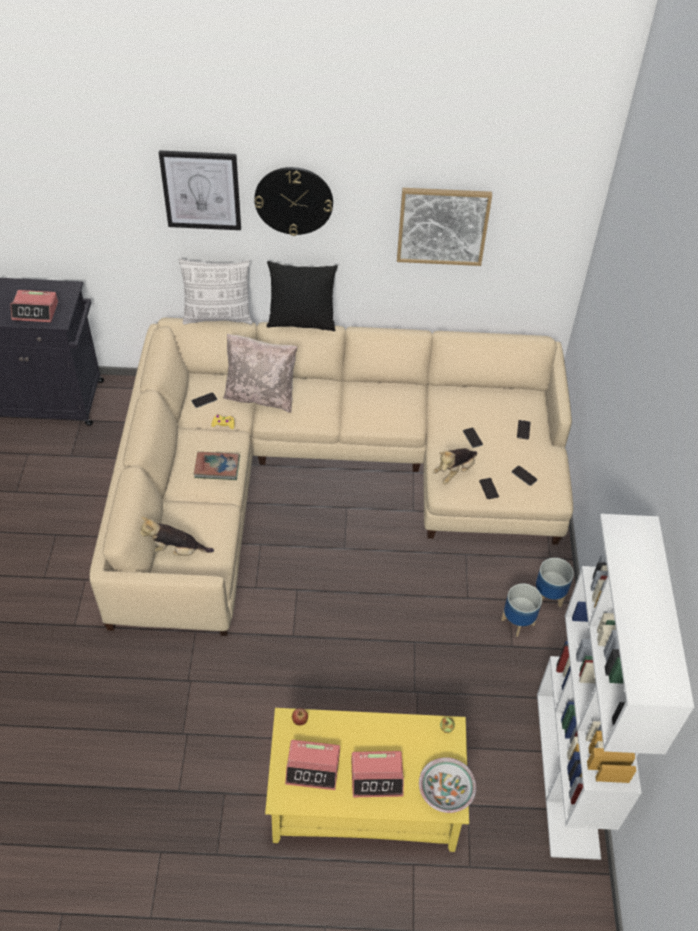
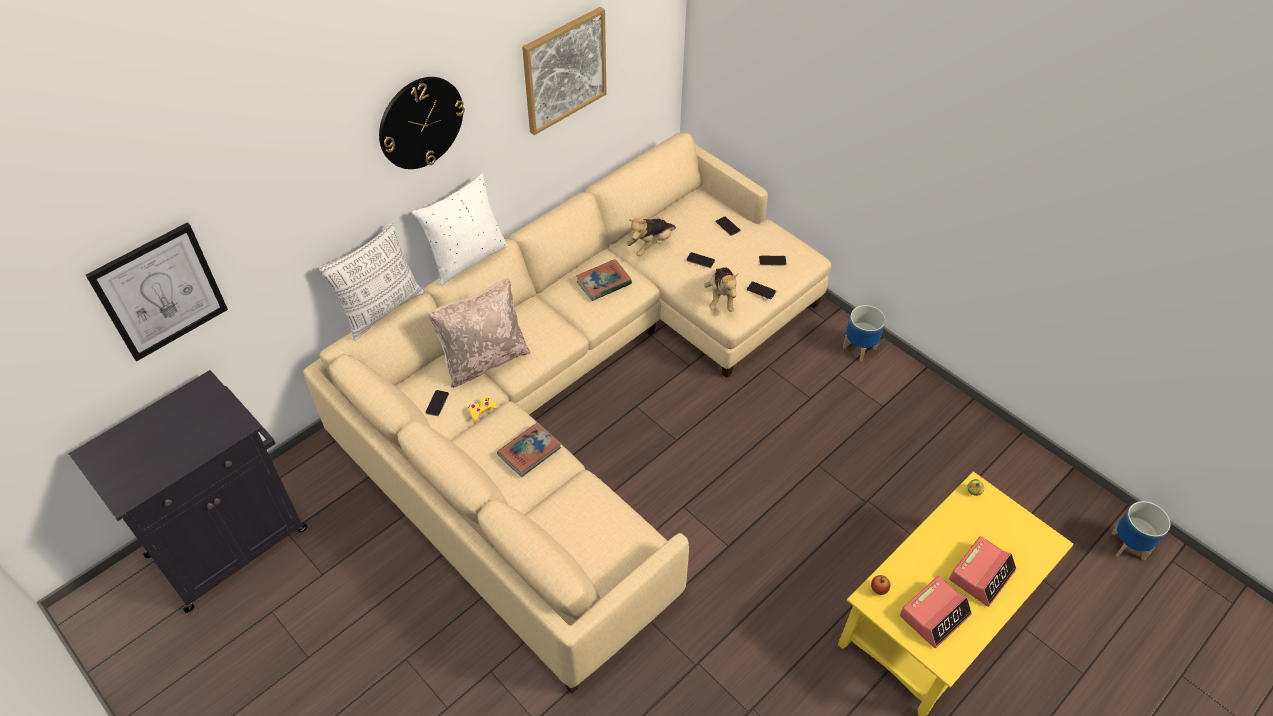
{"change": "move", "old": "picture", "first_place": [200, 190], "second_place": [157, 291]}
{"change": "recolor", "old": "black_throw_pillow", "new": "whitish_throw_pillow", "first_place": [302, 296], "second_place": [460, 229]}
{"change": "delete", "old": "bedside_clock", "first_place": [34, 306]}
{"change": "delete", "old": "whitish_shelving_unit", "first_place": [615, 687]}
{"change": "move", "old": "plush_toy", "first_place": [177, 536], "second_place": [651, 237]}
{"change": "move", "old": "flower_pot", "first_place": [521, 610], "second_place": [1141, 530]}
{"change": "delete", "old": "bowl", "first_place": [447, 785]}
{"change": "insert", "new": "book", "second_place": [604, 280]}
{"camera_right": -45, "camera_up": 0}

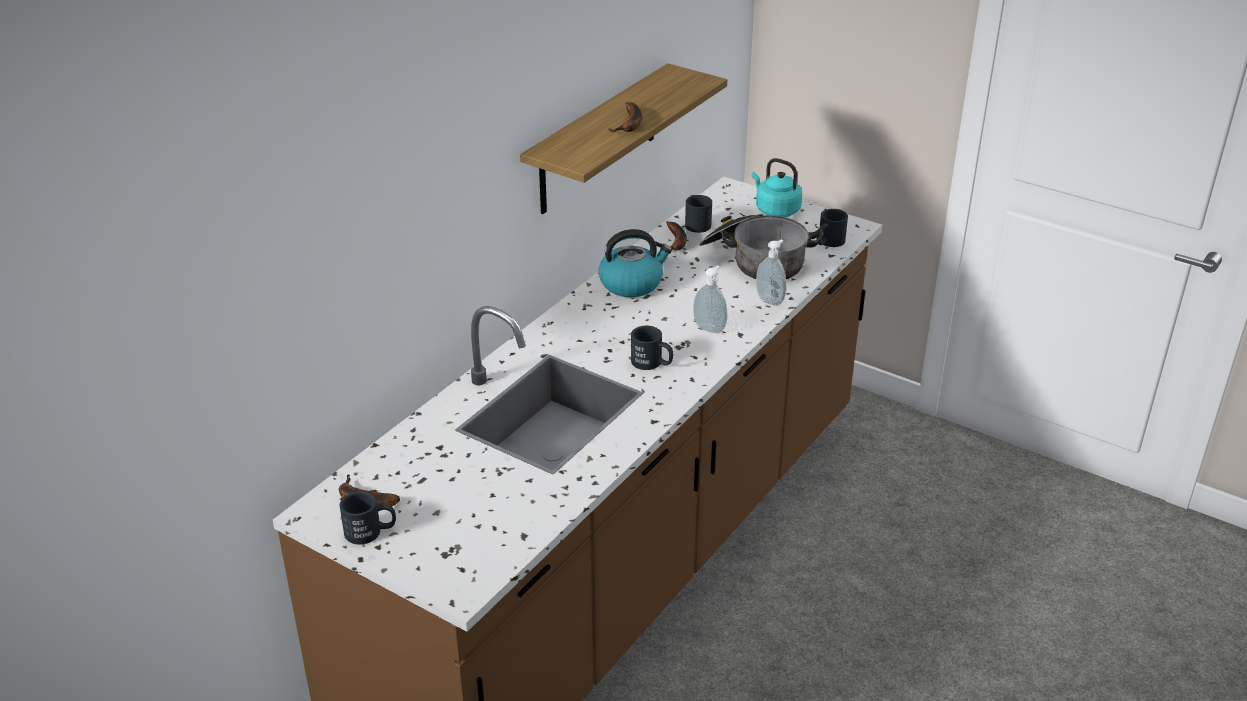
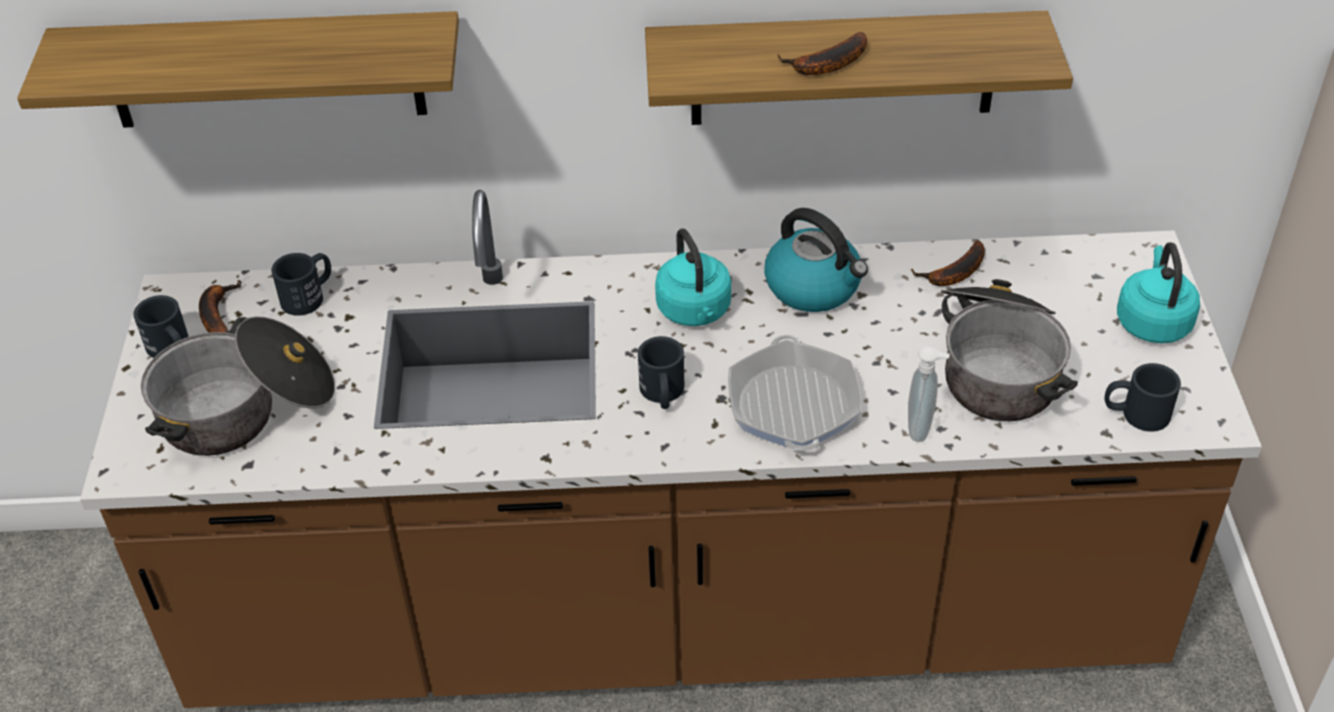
{"change": "move", "old": "black_tea_mug", "first_place": [698, 214], "second_place": [301, 284]}
{"change": "replace", "old": "soap_bottle", "new": "pan", "first_place": [710, 299], "second_place": [795, 393]}
{"change": "insert", "new": "shelf", "second_place": [238, 69]}
{"change": "insert", "new": "turquoise_tea_kettle", "second_place": [693, 277]}
{"change": "insert", "new": "saucepot", "second_place": [238, 386]}
{"camera_right": 55, "camera_up": 10}

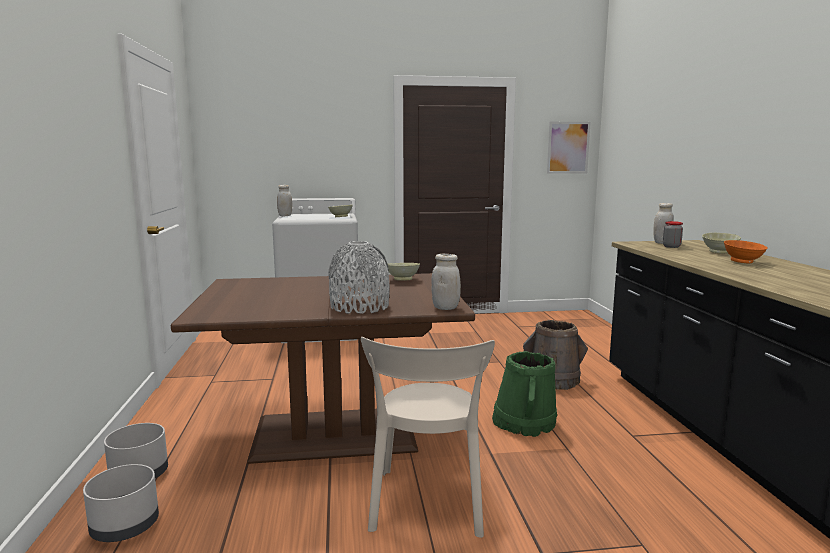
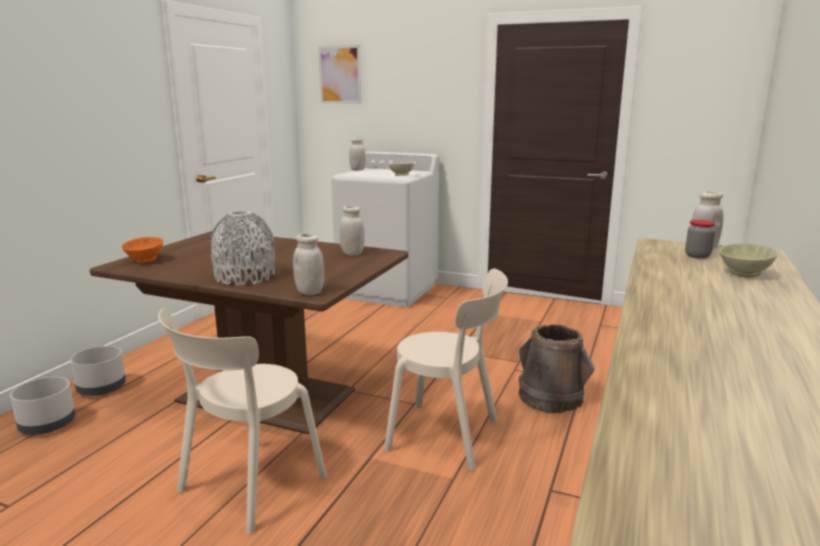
{"change": "move", "old": "picture", "first_place": [569, 148], "second_place": [339, 74]}
{"change": "move", "old": "orange-coloured_bowl", "first_place": [746, 251], "second_place": [142, 250]}
{"change": "replace", "old": "sand-coloured_bowl", "new": "whitish_jar", "first_place": [404, 272], "second_place": [352, 231]}
{"change": "replace", "old": "greenish_water_bucket", "new": "sand-coloured_chair", "first_place": [524, 394], "second_place": [446, 369]}
{"camera_right": 30, "camera_up": 5}

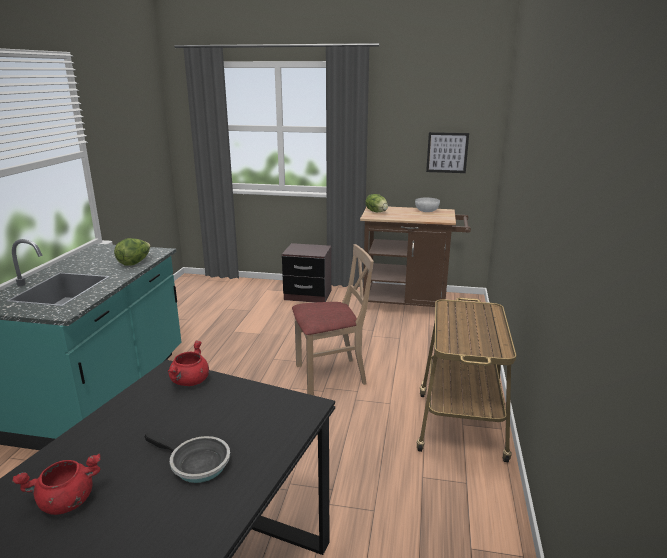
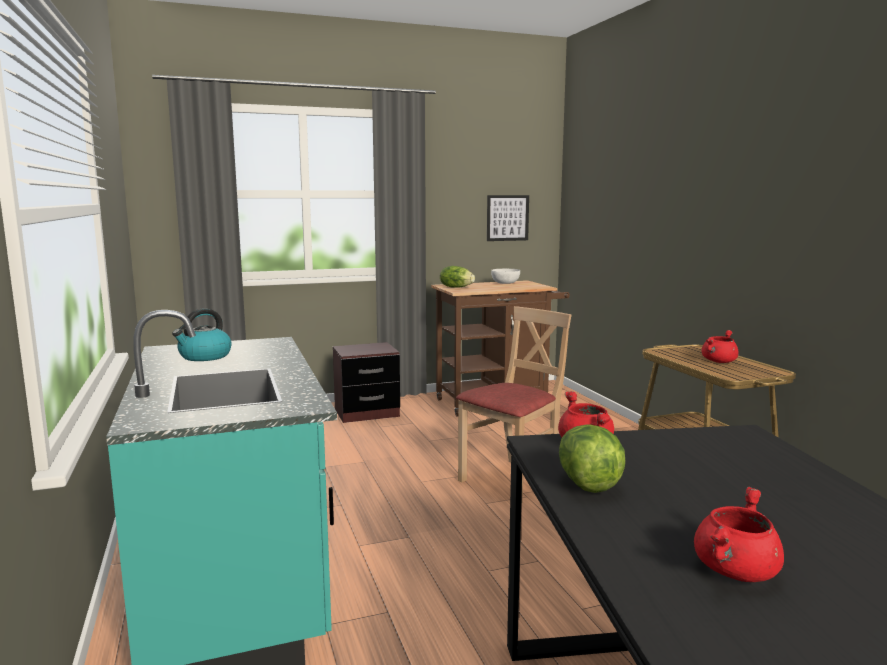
{"change": "move", "old": "lettuce", "first_place": [132, 252], "second_place": [592, 458]}
{"change": "delete", "old": "pan", "first_place": [187, 457]}
{"change": "insert", "new": "tea_kettle", "second_place": [202, 334]}
{"change": "insert", "new": "red_saucepot", "second_place": [720, 346]}
{"camera_right": -30, "camera_up": -10}

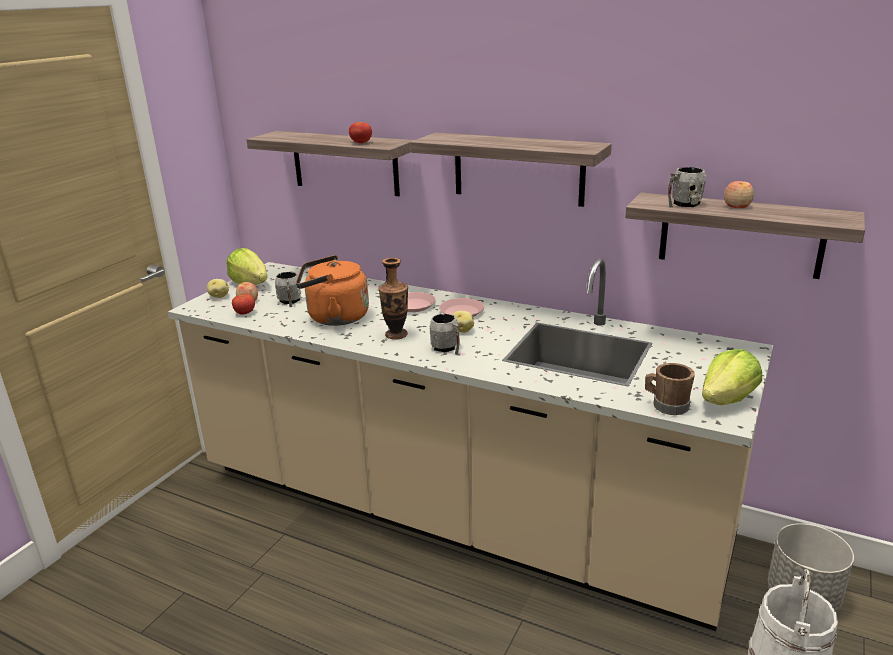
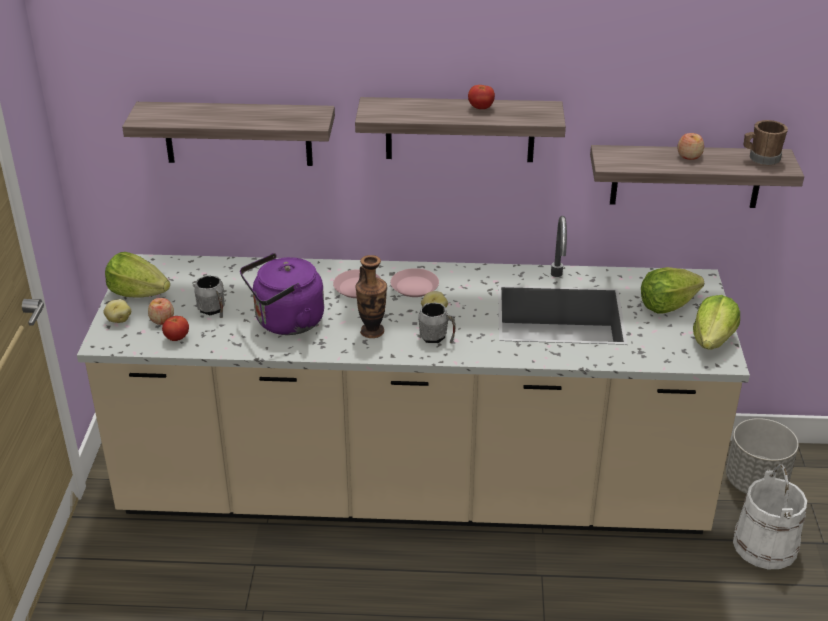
{"change": "move", "old": "tomato", "first_place": [360, 132], "second_place": [481, 97]}
{"change": "delete", "old": "gray_tea_mug", "first_place": [687, 187]}
{"change": "recolor", "old": "orange-coloured_tea_kettle", "new": "purplish_tea_kettle", "first_place": [332, 290], "second_place": [282, 294]}
{"change": "move", "old": "brown-coloured_tea_mug", "first_place": [670, 389], "second_place": [766, 142]}
{"change": "insert", "new": "lettuce", "second_place": [672, 290]}
{"camera_right": -25, "camera_up": 10}

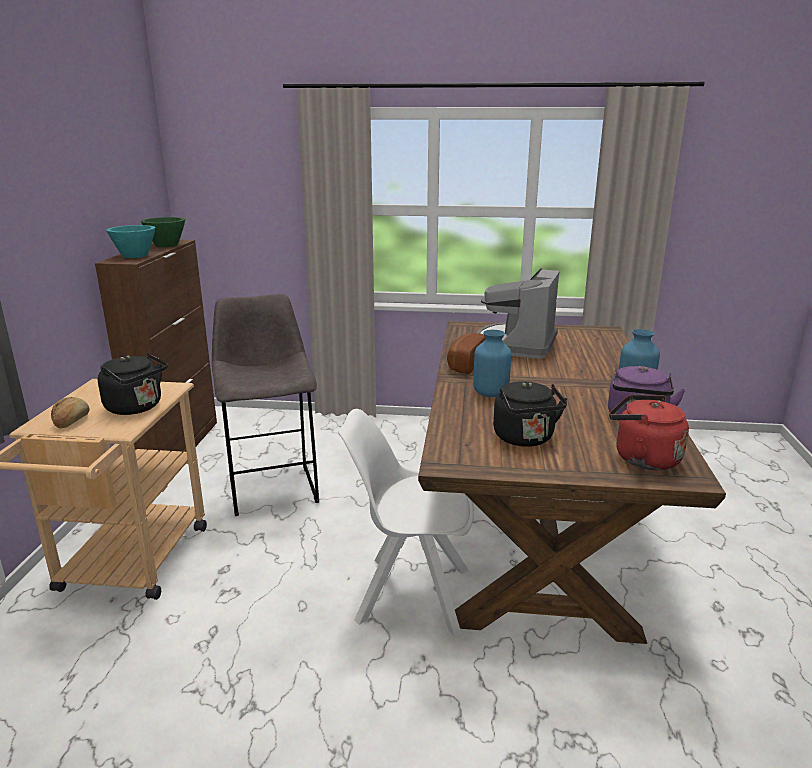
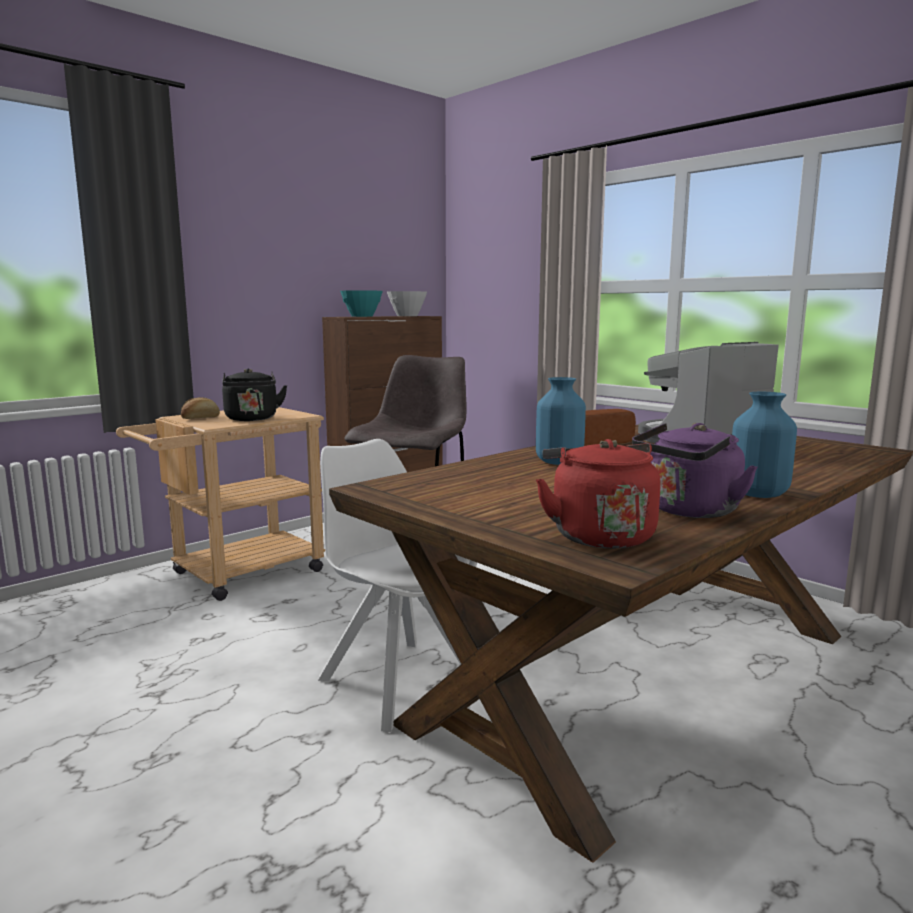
{"change": "recolor", "old": "greenish_bowl", "new": "whitish_bowl", "first_place": [163, 232], "second_place": [407, 303]}
{"change": "delete", "old": "black_tea_kettle", "first_place": [530, 414]}
{"camera_right": 40, "camera_up": -10}

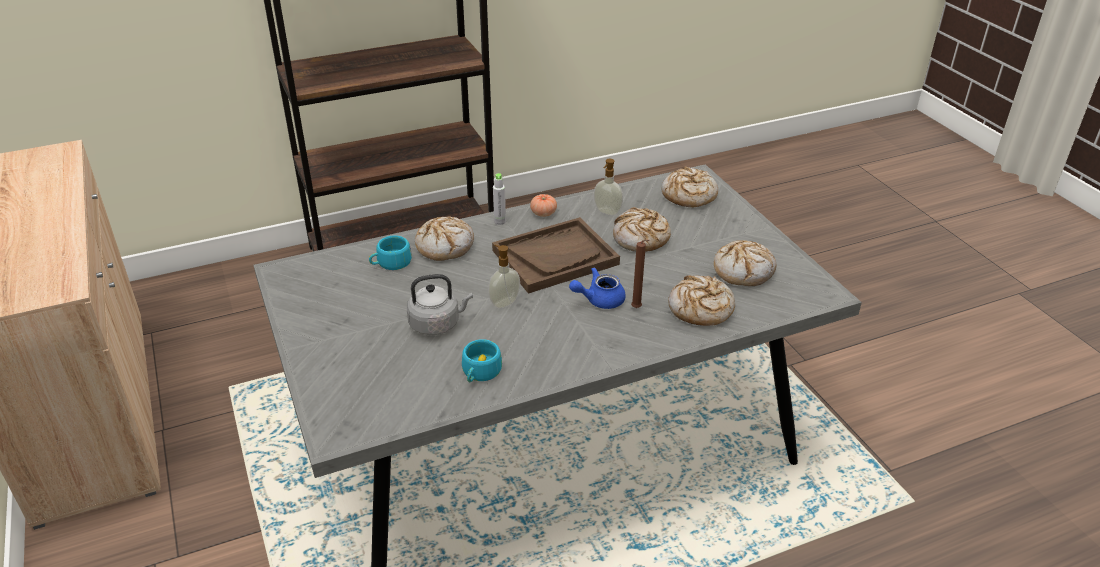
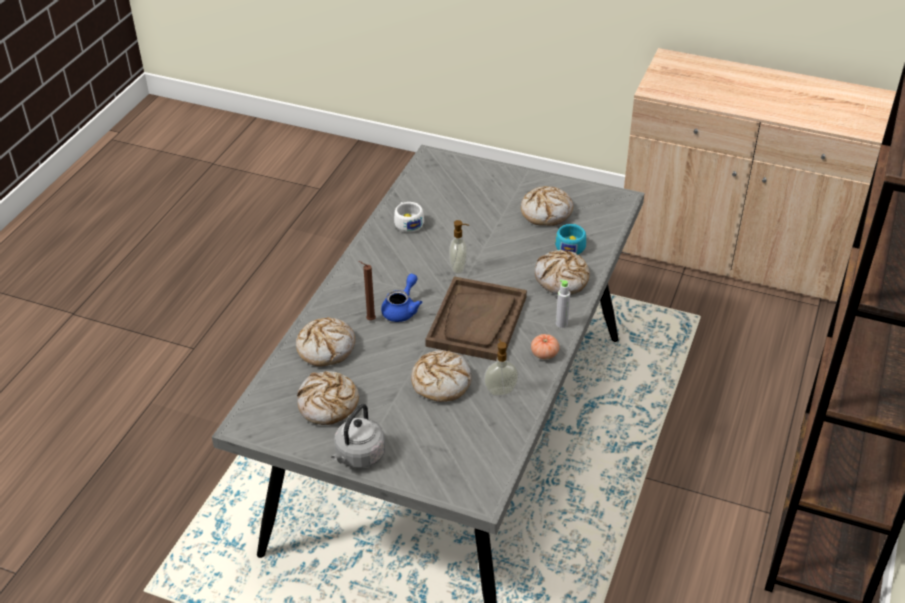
{"change": "move", "old": "bread", "first_place": [690, 186], "second_place": [547, 206]}
{"change": "move", "old": "gray_tea_kettle", "first_place": [440, 304], "second_place": [358, 436]}
{"change": "recolor", "old": "turquoise_drinking_cup", "new": "whitish_drinking_cup", "first_place": [482, 360], "second_place": [409, 217]}
{"camera_right": 135, "camera_up": 5}

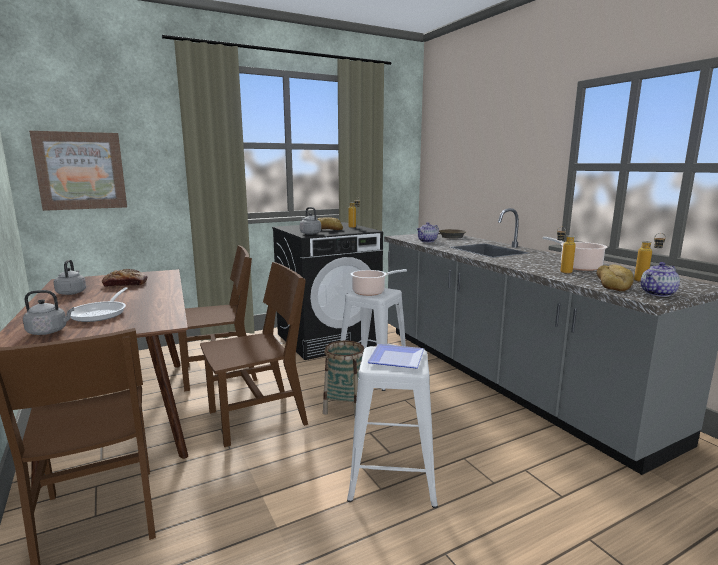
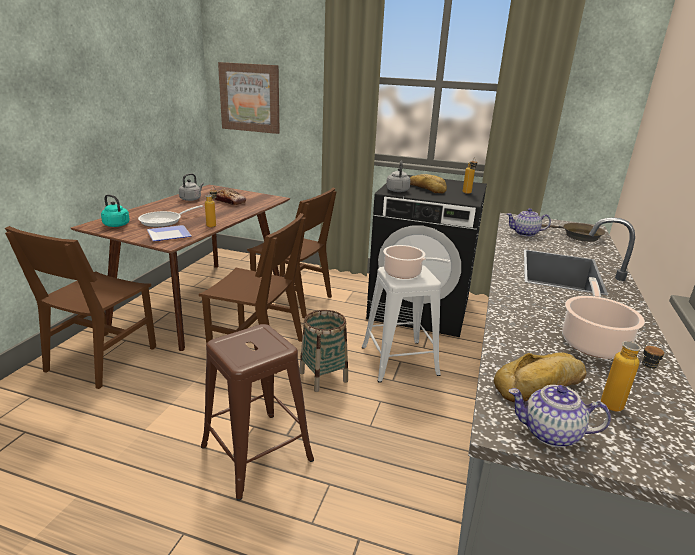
{"change": "move", "old": "bottle", "first_place": [566, 250], "second_place": [211, 207]}
{"change": "recolor", "old": "gray_tea_kettle", "new": "turquoise_tea_kettle", "first_place": [48, 312], "second_place": [115, 210]}
{"change": "move", "old": "dinner_plate", "first_place": [395, 356], "second_place": [169, 233]}
{"change": "recolor", "old": "whitish_stool_seat", "new": "brown-coloured_stool_seat", "first_place": [392, 427], "second_place": [257, 412]}
{"camera_right": 45, "camera_up": 10}

